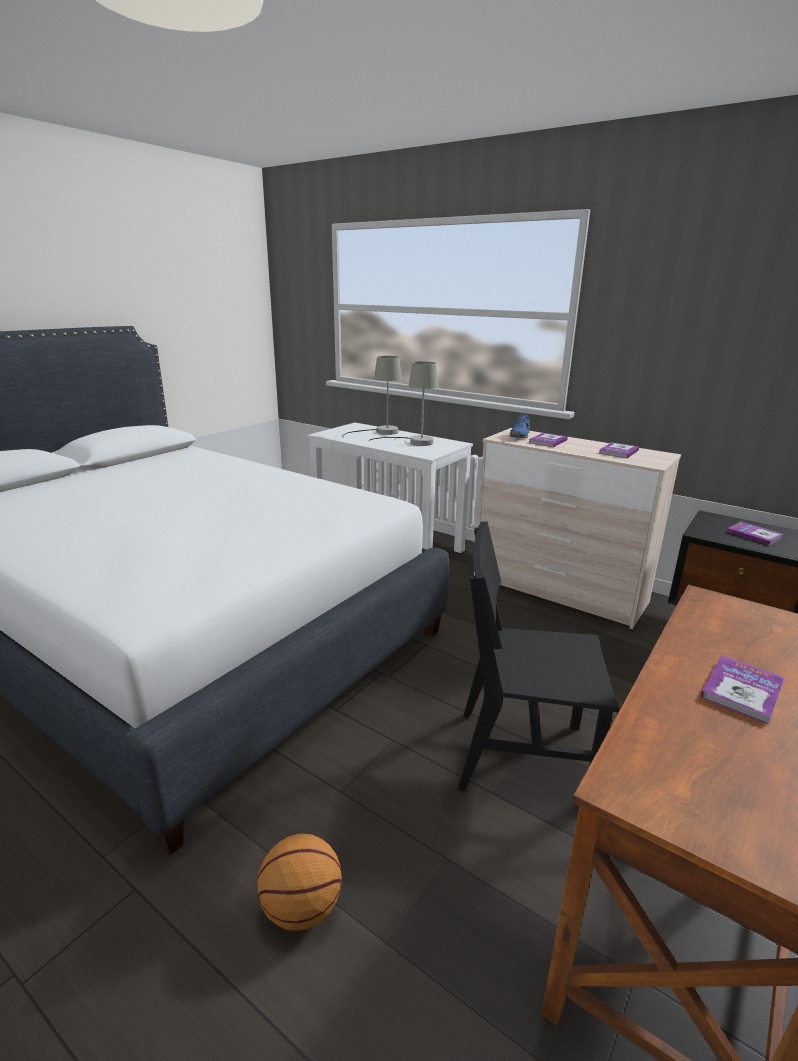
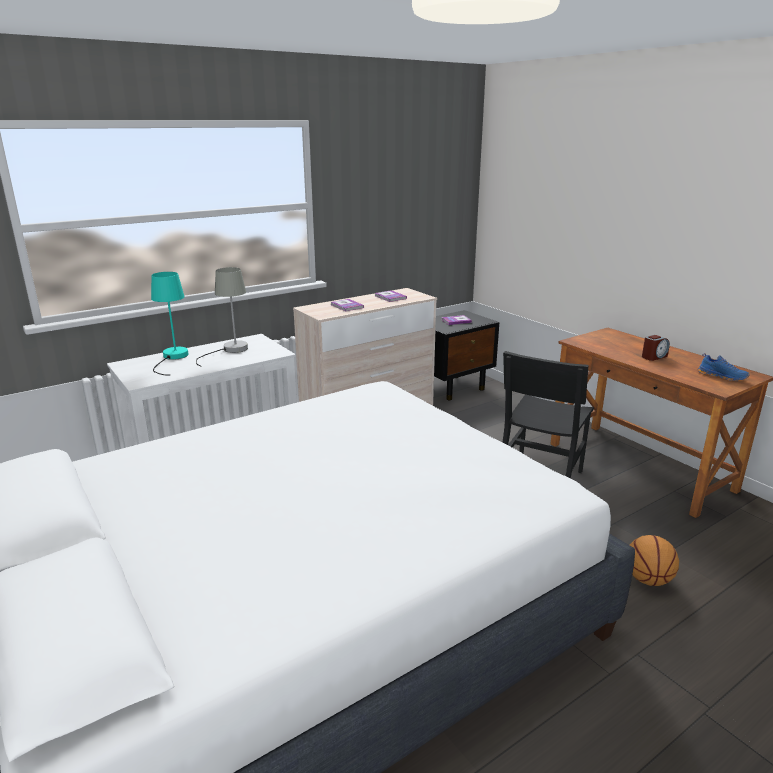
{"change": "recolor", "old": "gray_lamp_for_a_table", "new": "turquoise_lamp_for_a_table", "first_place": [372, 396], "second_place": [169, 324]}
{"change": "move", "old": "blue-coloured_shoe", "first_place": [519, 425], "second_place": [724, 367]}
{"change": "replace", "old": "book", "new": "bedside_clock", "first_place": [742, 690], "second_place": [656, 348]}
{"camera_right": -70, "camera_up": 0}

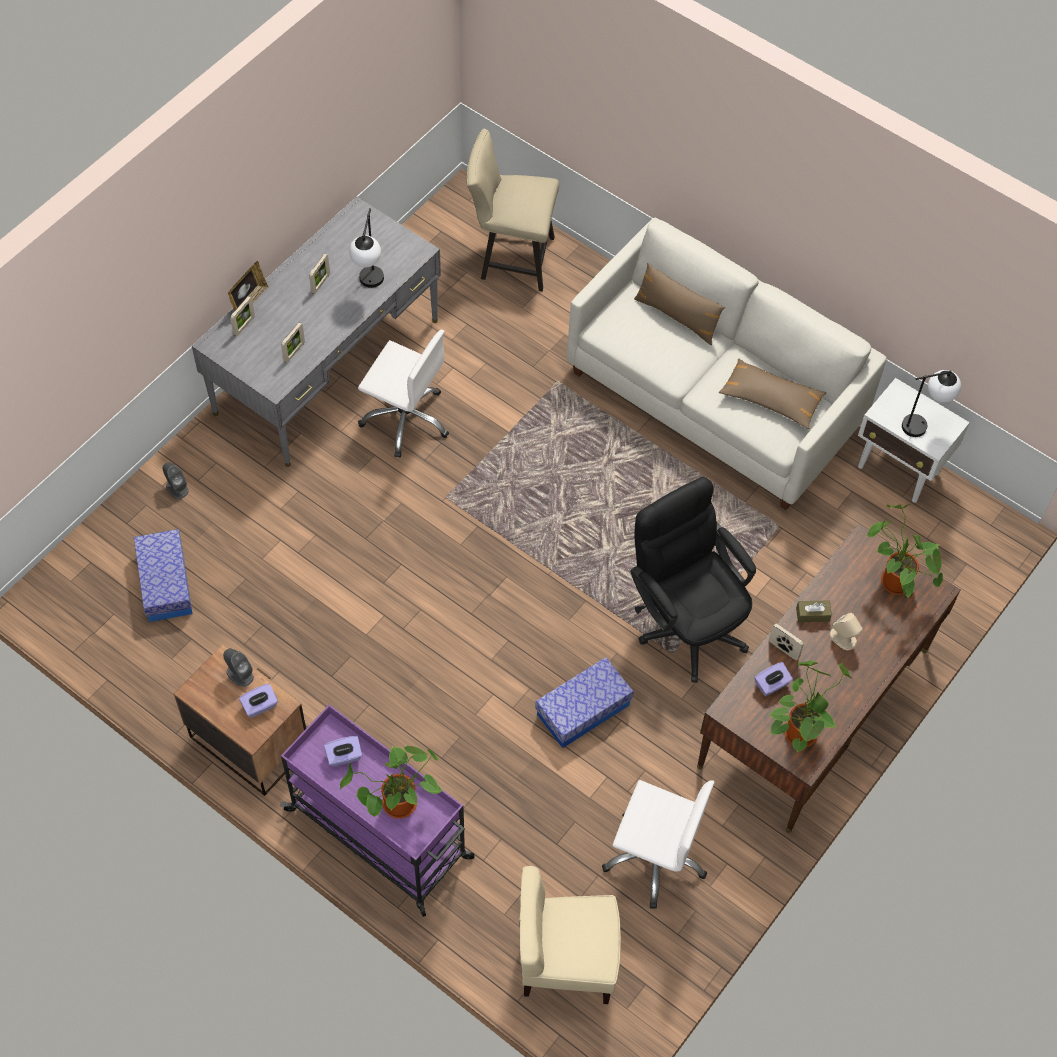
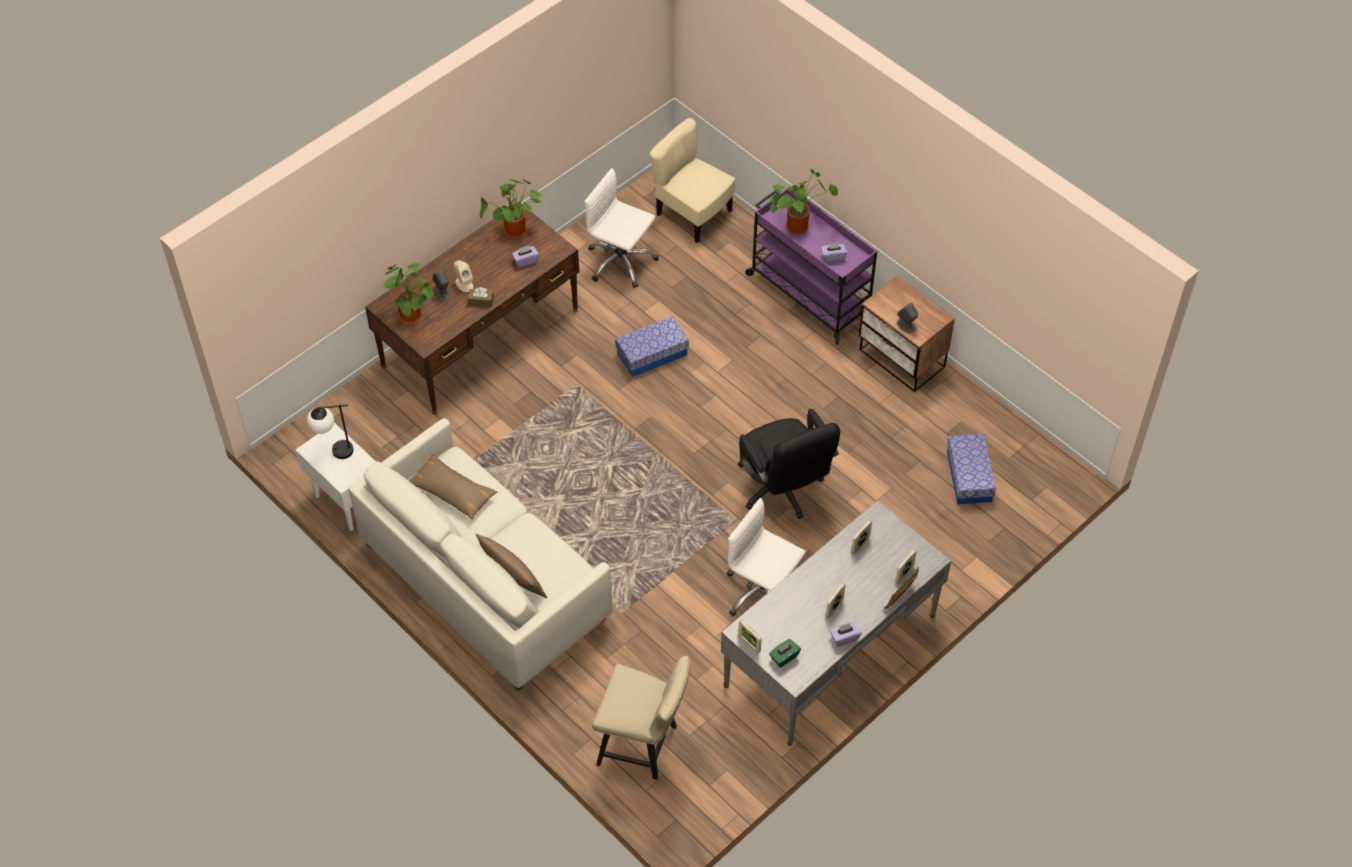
{"change": "delete", "old": "lamp_for_a_table", "first_place": [366, 248]}
{"change": "move", "old": "gray_loudspeaker", "first_place": [175, 480], "second_place": [442, 284]}
{"change": "move", "old": "black_computer_chair", "first_place": [693, 580], "second_place": [789, 464]}
{"change": "move", "old": "picture_frame", "first_place": [786, 642], "second_place": [750, 637]}
{"change": "move", "old": "purplish_tissue_box", "first_place": [258, 701], "second_place": [845, 634]}
{"change": "rotate", "old": "sand-coloured_chair", "first_place": [570, 935], "second_place": [692, 180], "degrees": -150}
{"change": "insert", "new": "greenish_tissue_box", "second_place": [785, 653]}
{"camera_right": -170, "camera_up": -5}

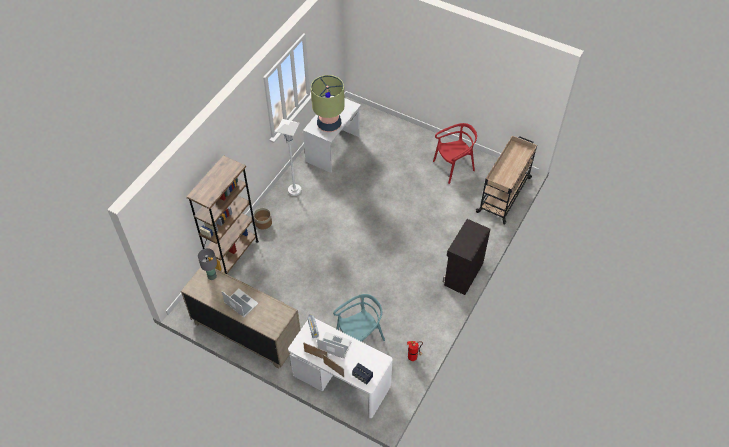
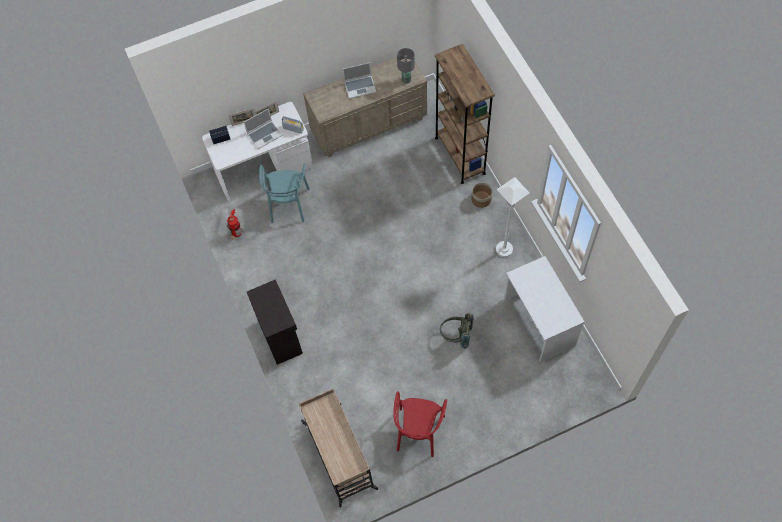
{"change": "delete", "old": "lamp_for_a_table", "first_place": [328, 103]}
{"change": "insert", "new": "gray_backpack", "second_place": [457, 330]}
{"camera_right": 130, "camera_up": 10}

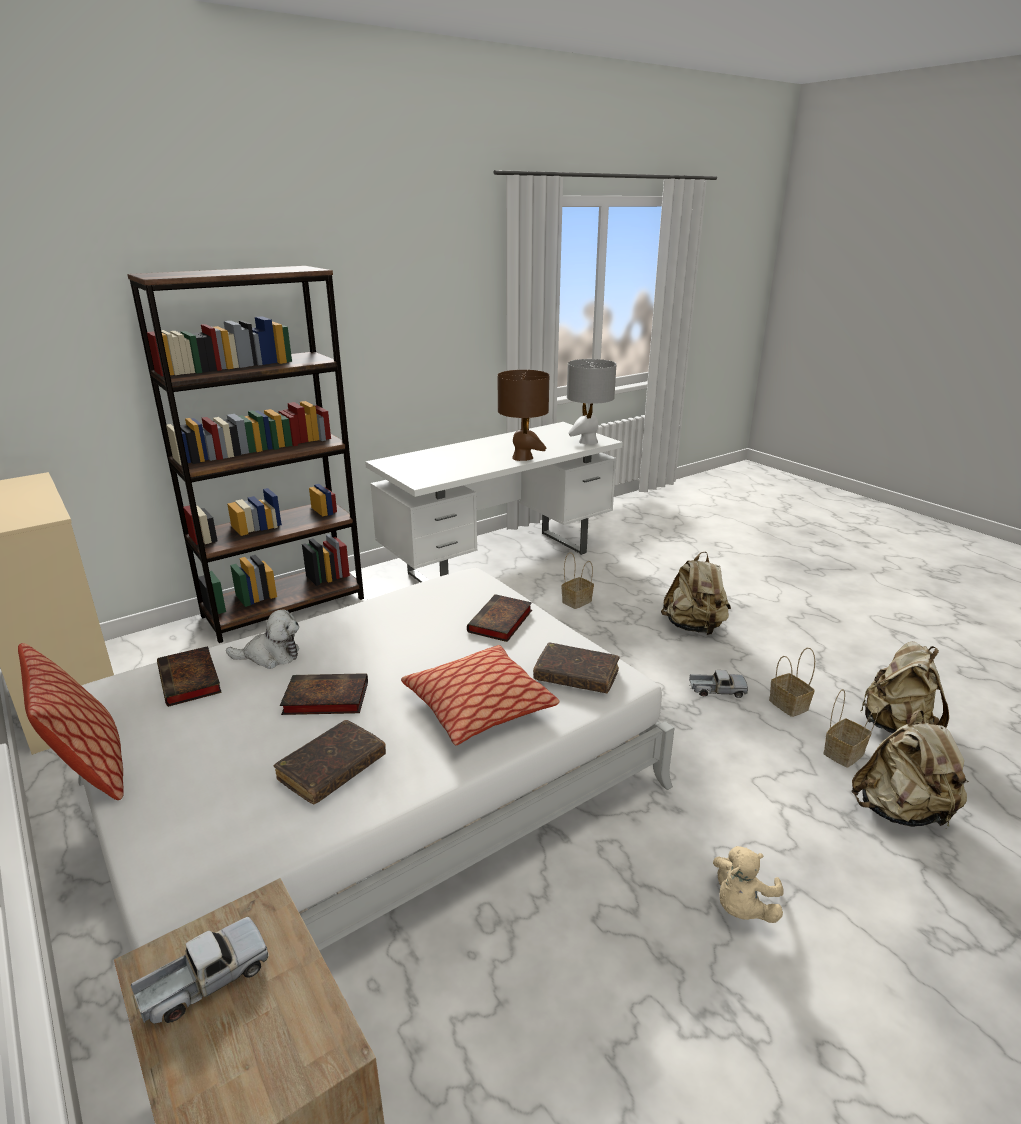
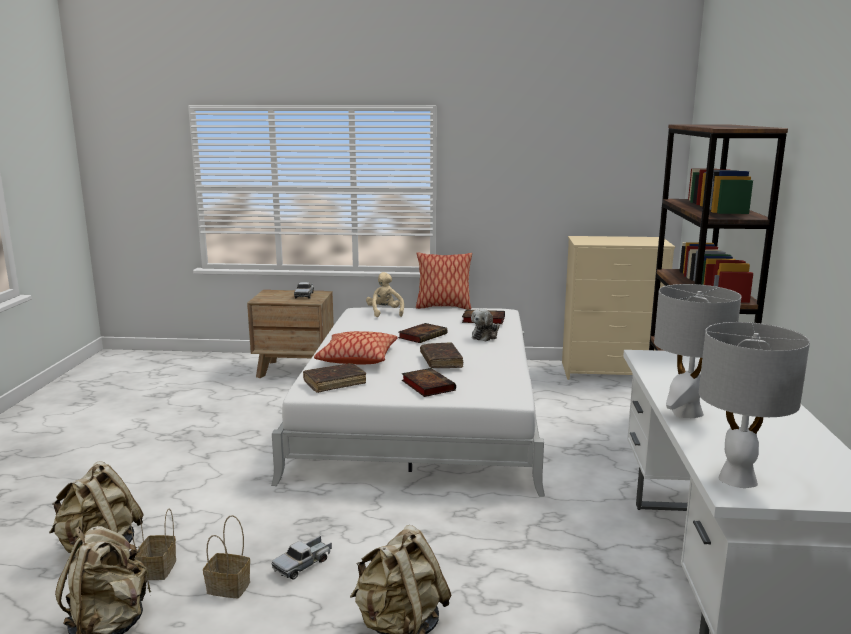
{"change": "recolor", "old": "brown-coloured_lamp_for_a_table", "new": "gray_lamp_for_a_table", "first_place": [523, 415], "second_place": [697, 351]}
{"change": "delete", "old": "storage_basket", "first_place": [577, 580]}
{"change": "move", "old": "brown-coloured_book", "first_place": [330, 762], "second_place": [441, 355]}
{"change": "move", "old": "sand-coloured_plush_toy", "first_place": [748, 884], "second_place": [385, 294]}
{"camera_right": 130, "camera_up": -10}

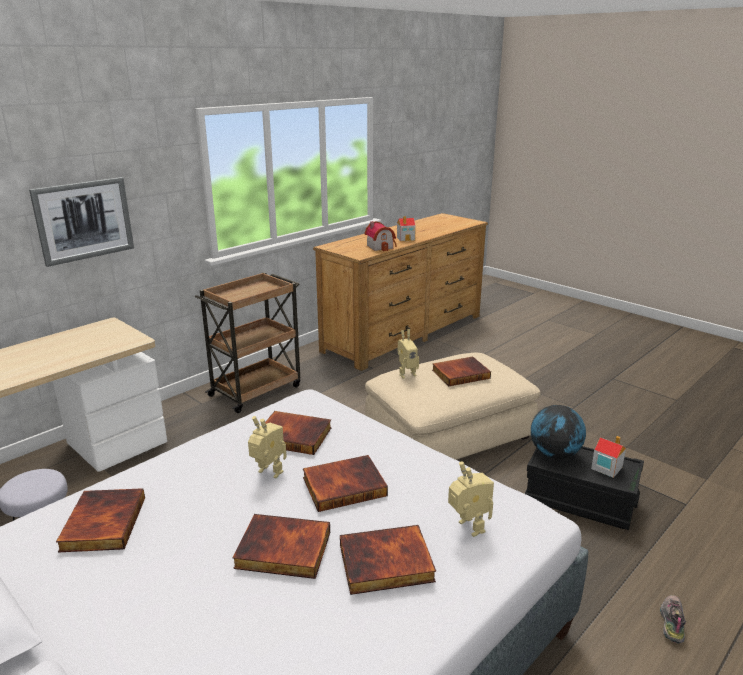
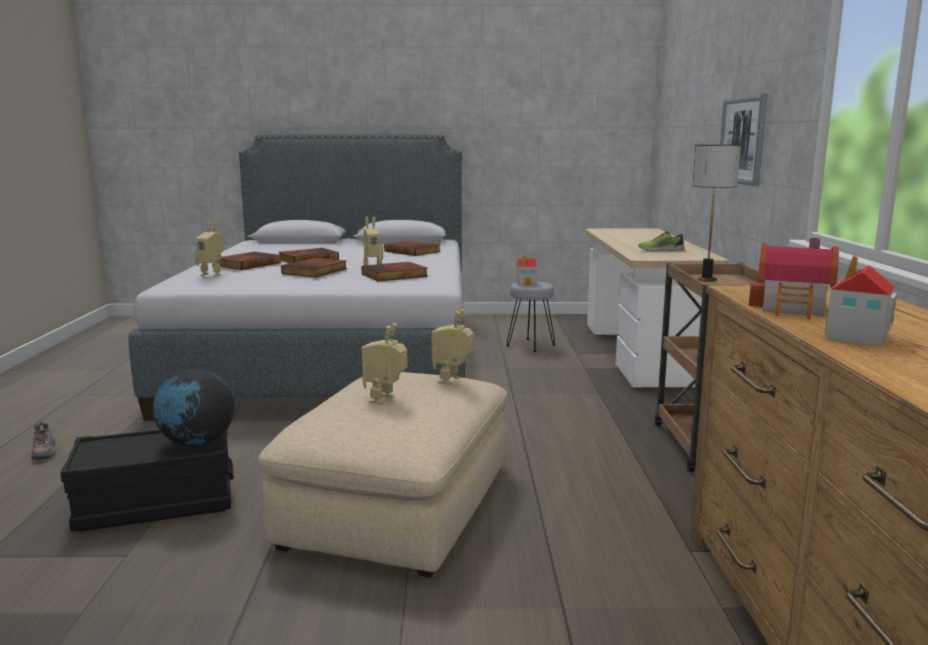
{"change": "replace", "old": "book", "new": "robot_figure", "first_place": [461, 371], "second_place": [385, 364]}
{"change": "move", "old": "miniature_house", "first_place": [608, 457], "second_place": [526, 271]}
{"change": "insert", "new": "lamp_for_a_table", "second_place": [716, 213]}
{"change": "insert", "new": "shoe", "second_place": [661, 241]}
{"camera_right": 135, "camera_up": -10}

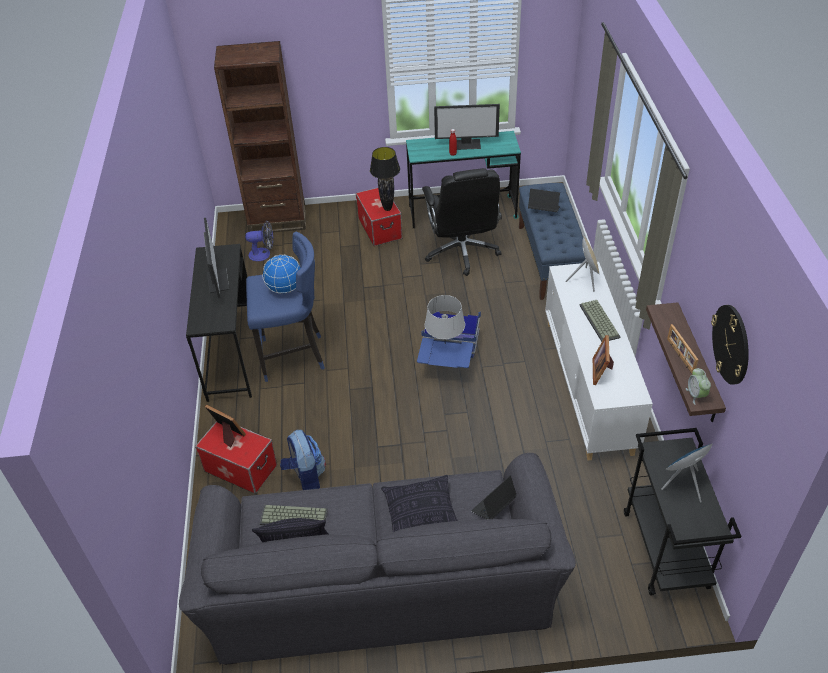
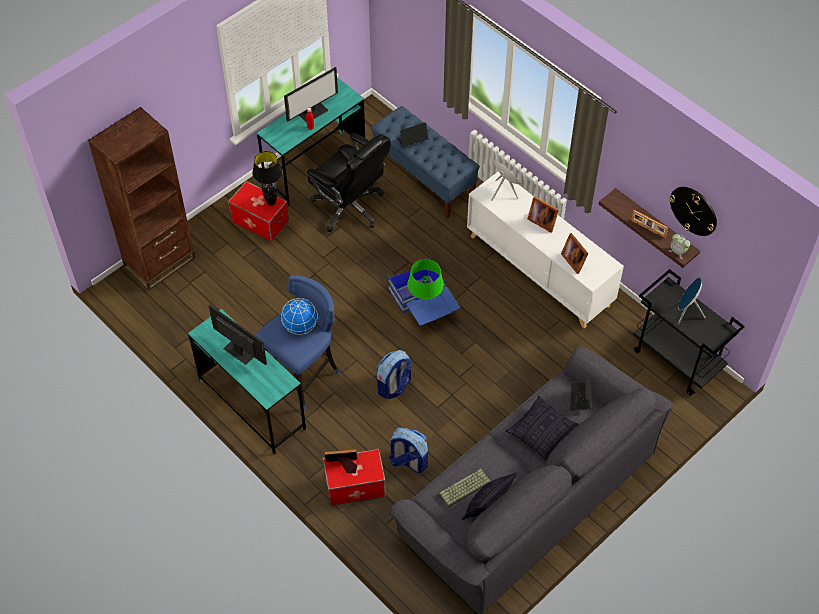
{"change": "delete", "old": "cooling_fan", "first_place": [259, 241]}
{"change": "recolor", "old": "black_desk", "new": "turquoise_desk", "first_place": [219, 323], "second_place": [247, 382]}
{"change": "recolor", "old": "gray_lamp_for_a_table", "new": "greenish_lamp_for_a_table", "first_place": [445, 319], "second_place": [426, 279]}
{"change": "replace", "old": "PC_keyboard", "new": "picture_frame", "first_place": [599, 321], "second_place": [543, 214]}
{"change": "insert", "new": "backpack", "second_place": [394, 374]}
{"camera_right": -40, "camera_up": 10}

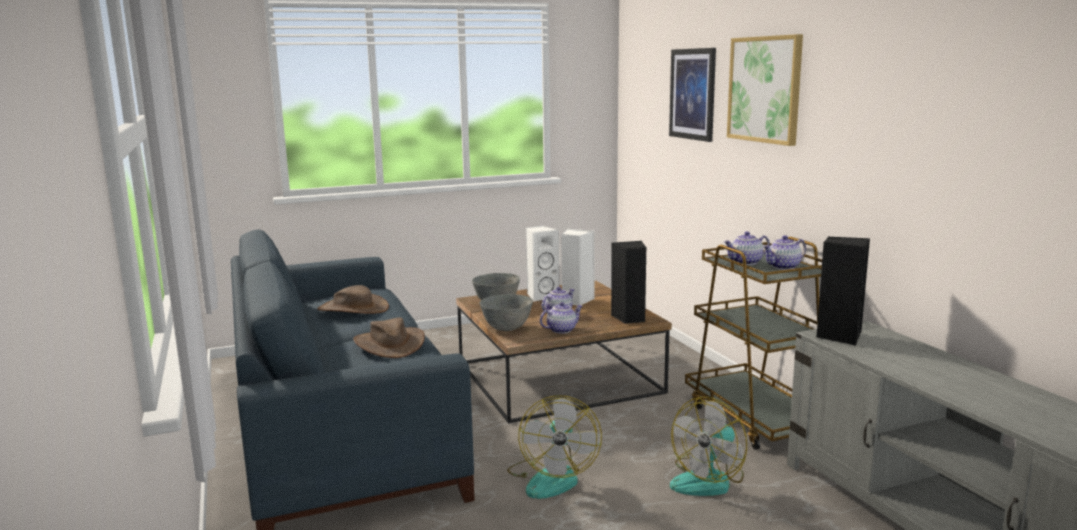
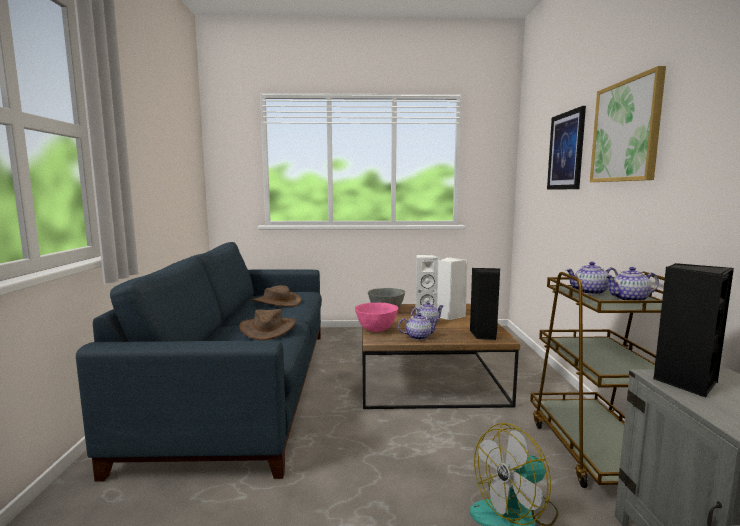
{"change": "recolor", "old": "gray_bowl", "new": "pink-coloured_bowl", "first_place": [506, 312], "second_place": [376, 317]}
{"change": "delete", "old": "cooling_fan", "first_place": [554, 447]}
{"camera_right": 20, "camera_up": -5}

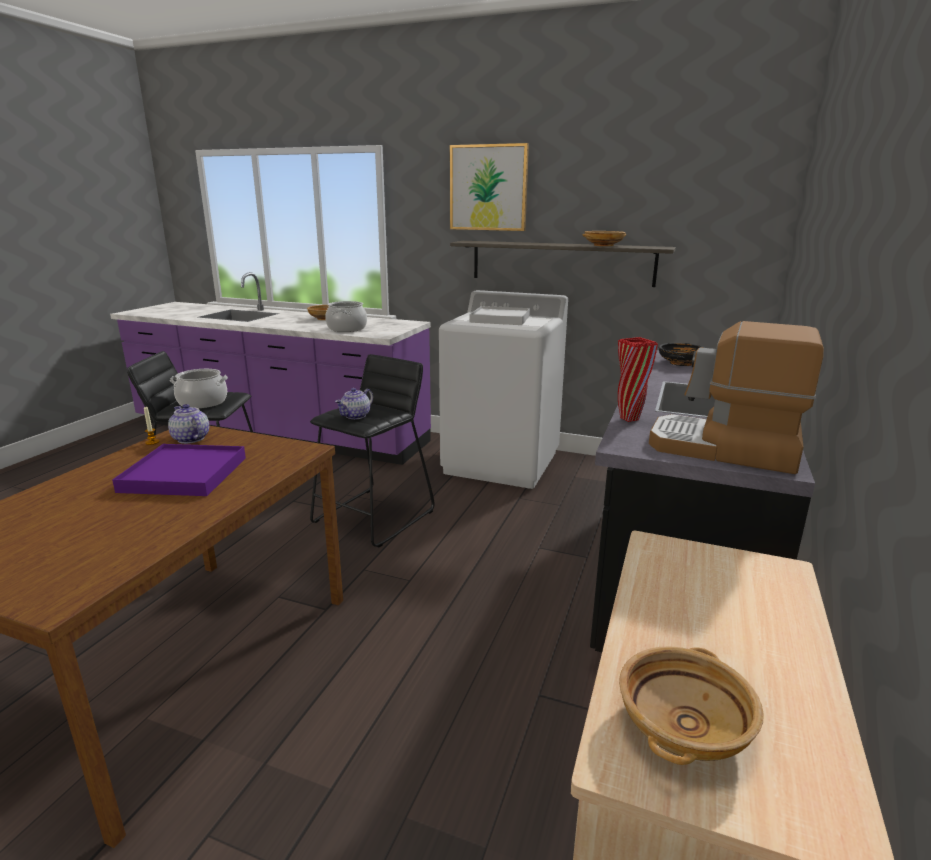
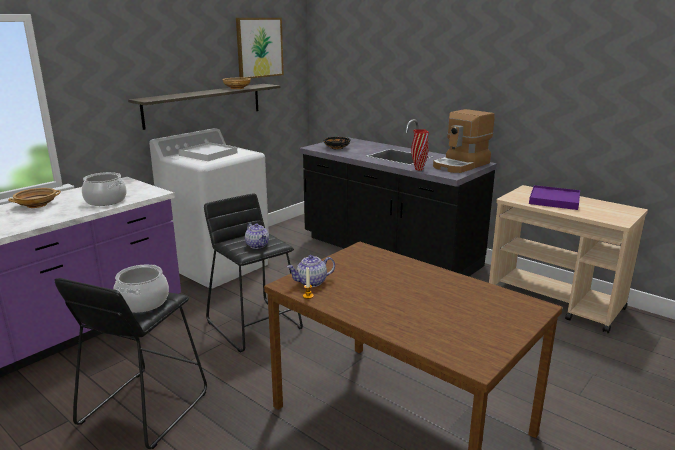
{"change": "move", "old": "picture", "first_place": [489, 187], "second_place": [260, 48]}
{"change": "move", "old": "purplish_serving_tray", "first_place": [179, 470], "second_place": [554, 197]}
{"change": "delete", "old": "sand-coloured_bowl", "first_place": [691, 705]}
{"camera_right": -70, "camera_up": 0}

